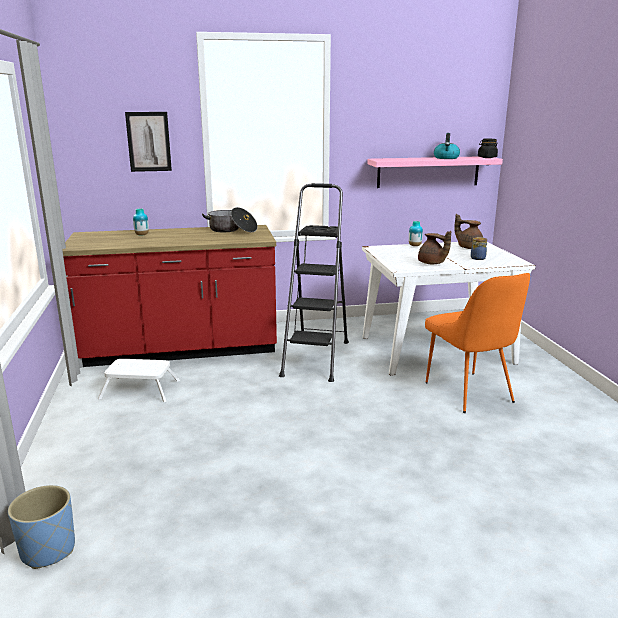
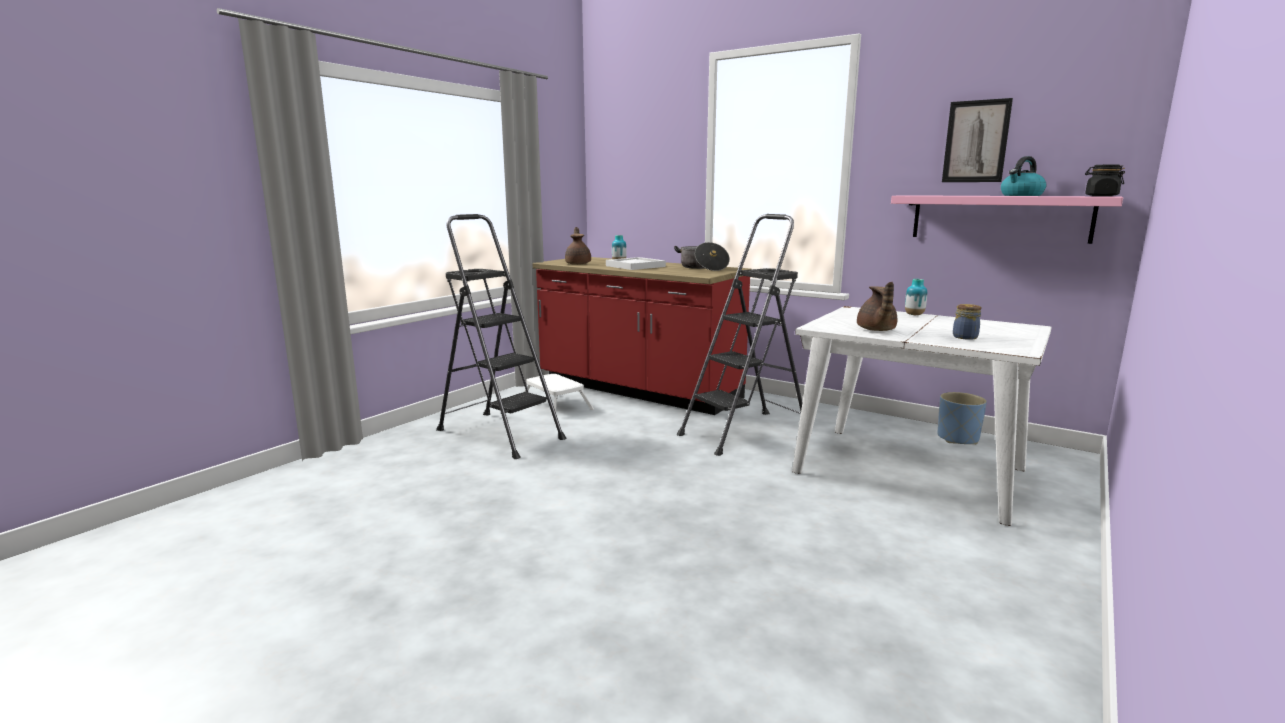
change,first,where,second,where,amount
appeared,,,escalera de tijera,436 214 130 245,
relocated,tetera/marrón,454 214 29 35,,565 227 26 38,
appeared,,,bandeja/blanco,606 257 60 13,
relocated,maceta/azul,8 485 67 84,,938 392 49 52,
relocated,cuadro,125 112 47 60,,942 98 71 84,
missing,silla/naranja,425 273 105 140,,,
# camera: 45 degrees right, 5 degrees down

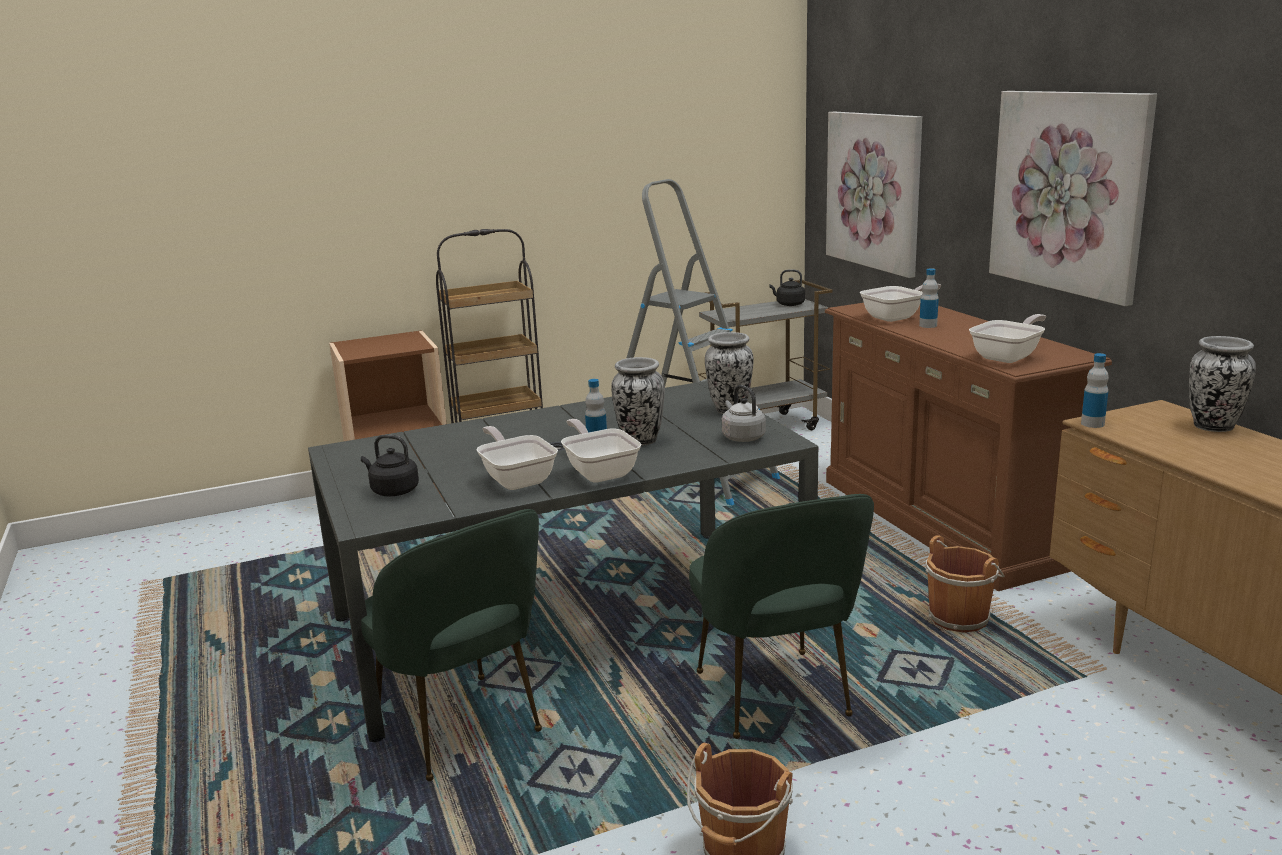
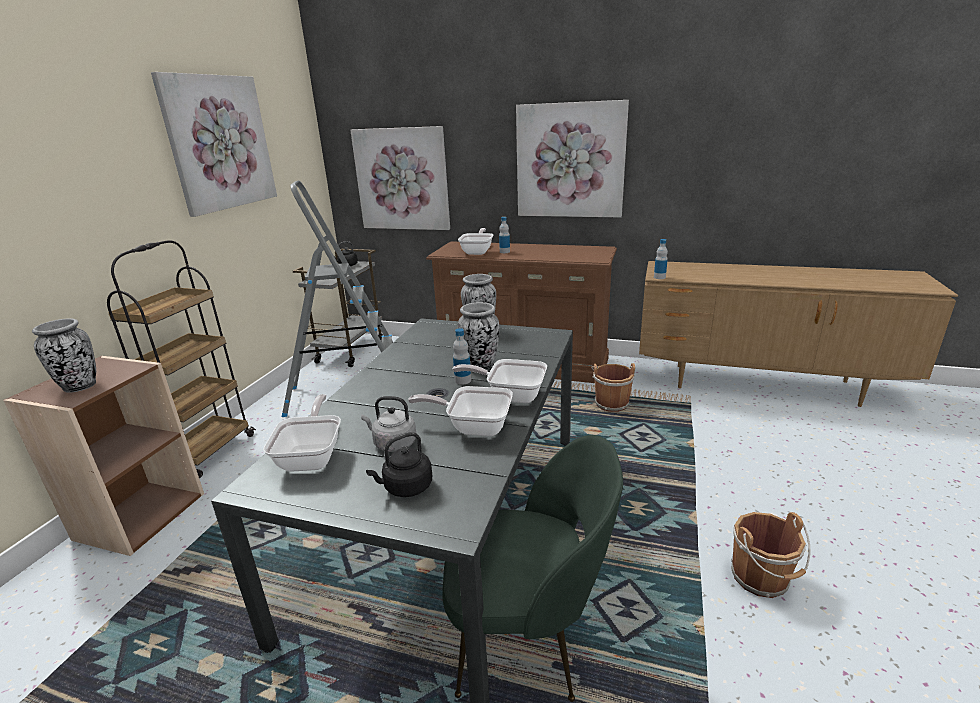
change,first,where,second,where,amount
relocated,florero,1189 336 67 96,,32 318 64 75,
appeared,,,cuadro,151 72 126 145,
relocated,sartén,969 314 77 49,,263 394 78 78,
relocated,hervidor/gris,722 385 44 57,,361 396 55 56,
missing,silla/verde,689 494 185 245,,,
# camera: 50 degrees left, 5 degrees up

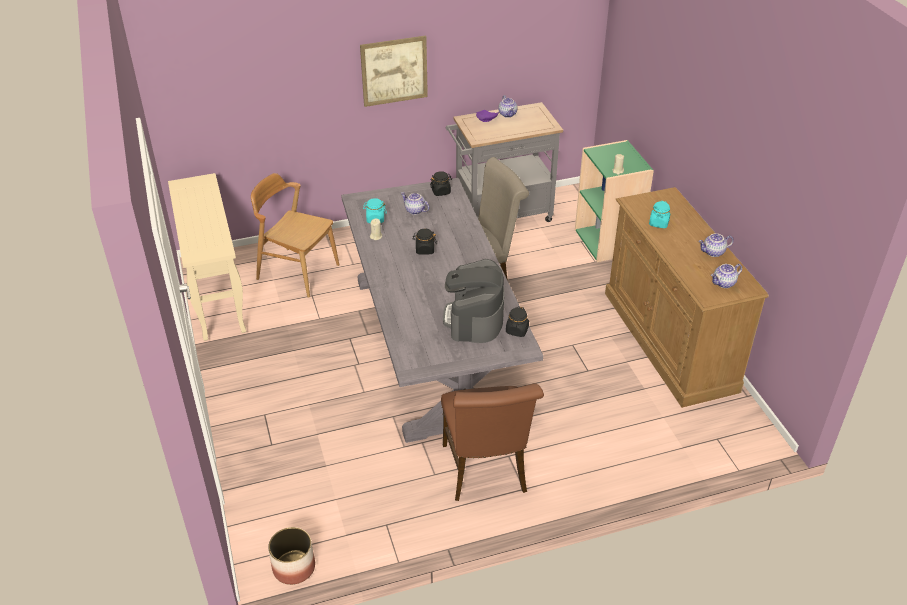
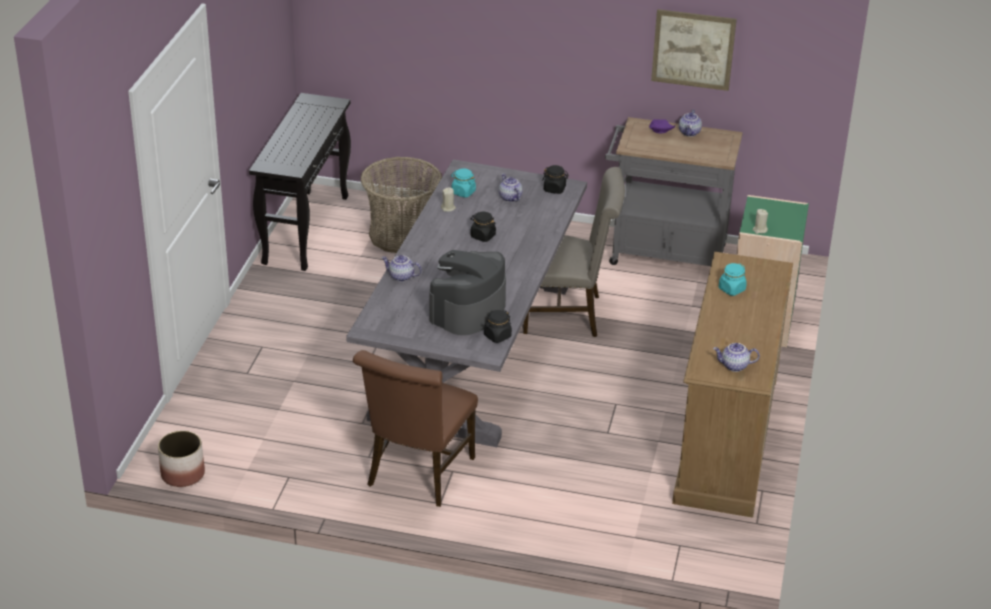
change,first,where,second,where,amount
colour,mesa consola/beis,168 173 78 168,mesa consola/negro,249 93 102 178,
exchanged,silla/marrón,251 173 88 125,cesta,361 156 81 97,
relocated,tetera,698 234 36 23,,381 255 41 27,
relocated,cuadro,360 35 68 72,,651 9 86 82,
# camera: 30 degrees right, 5 degrees down

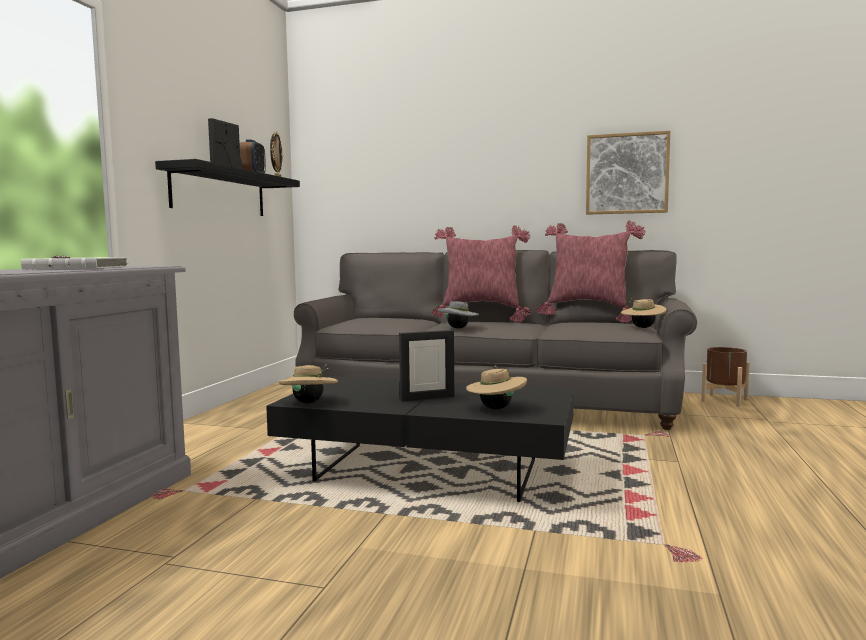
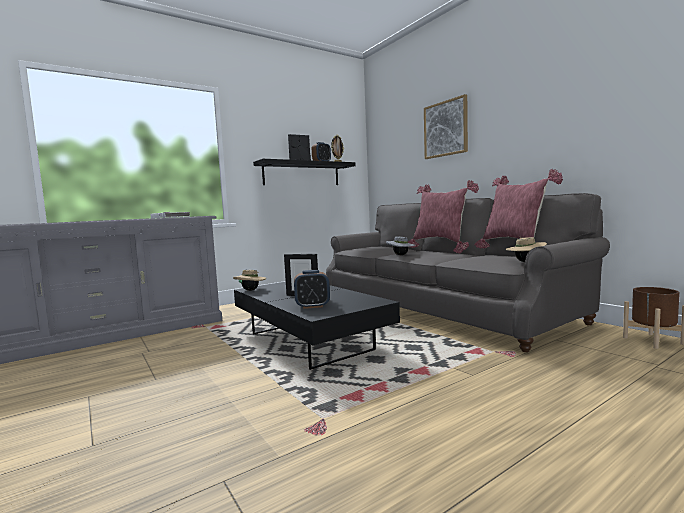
change,first,where,second,where,amount
exchanged,sombrero/beis,466 366 61 44,despertador,294 270 36 39,
relocated,cuadro,586 131 84 84,,424 94 44 65,
# camera: 40 degrees right, 0 degrees up

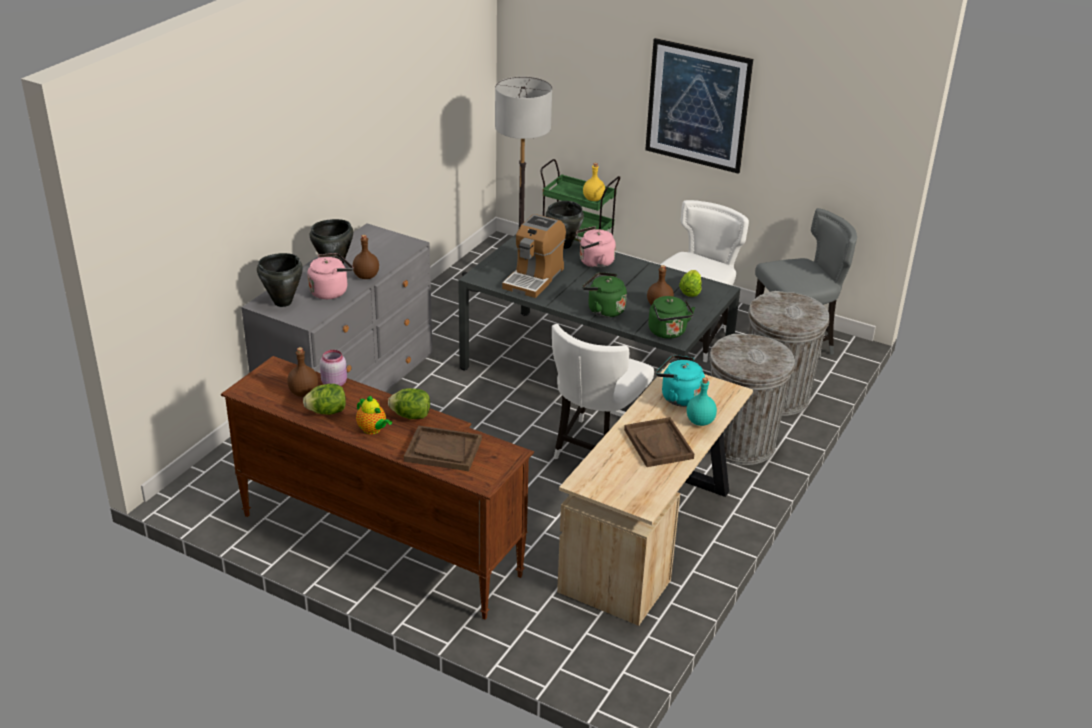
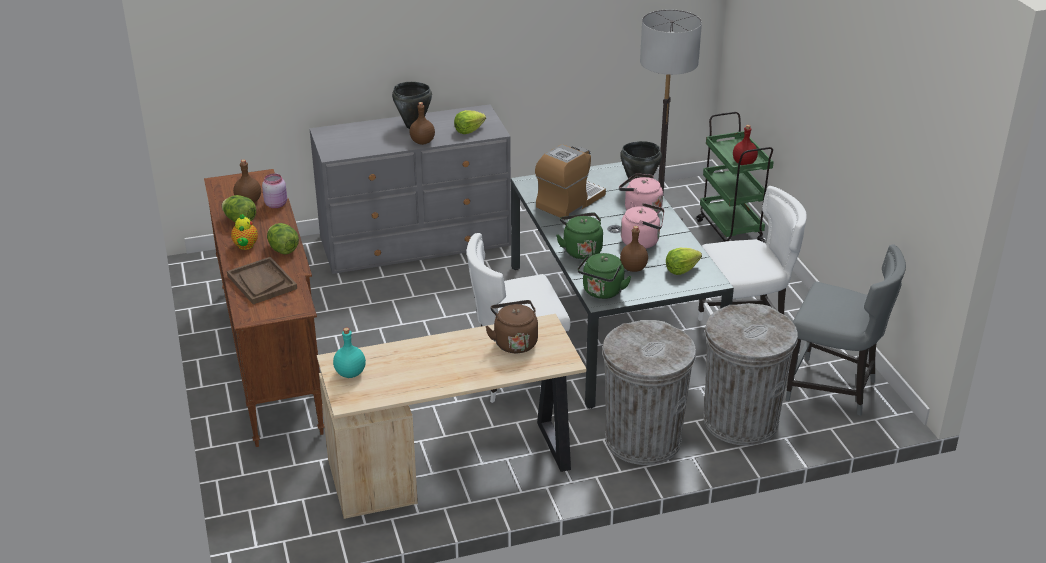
change,first,where,second,where,amount
relocated,botella/turquesa,687 377 30 49,,333 328 33 50,
appeared,,,lechuga,454 110 32 24,
colour,hervidor/turquesa,656 355 49 52,hervidor/marrón,485 300 53 53,
spun,cafetera,502 214 64 84,,535 144 71 74,150 degrees clockwise
relocated,hervidor/rosa,307 253 46 46,,621 203 43 46,
colour,botella/amarillo,583 163 22 38,botella/rojo,733 125 25 40,
missing,olla/negro,257 253 46 54,,,
missing,bandeja/marrón,624 417 70 50,,,
missing,cuadro,645 38 108 136,,,
# camera: 45 degrees right, 0 degrees up

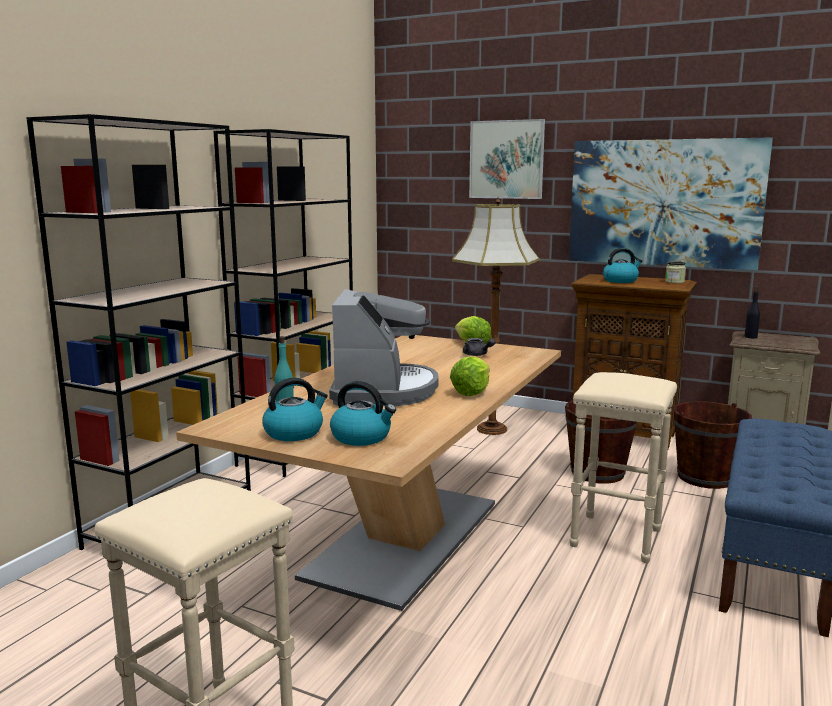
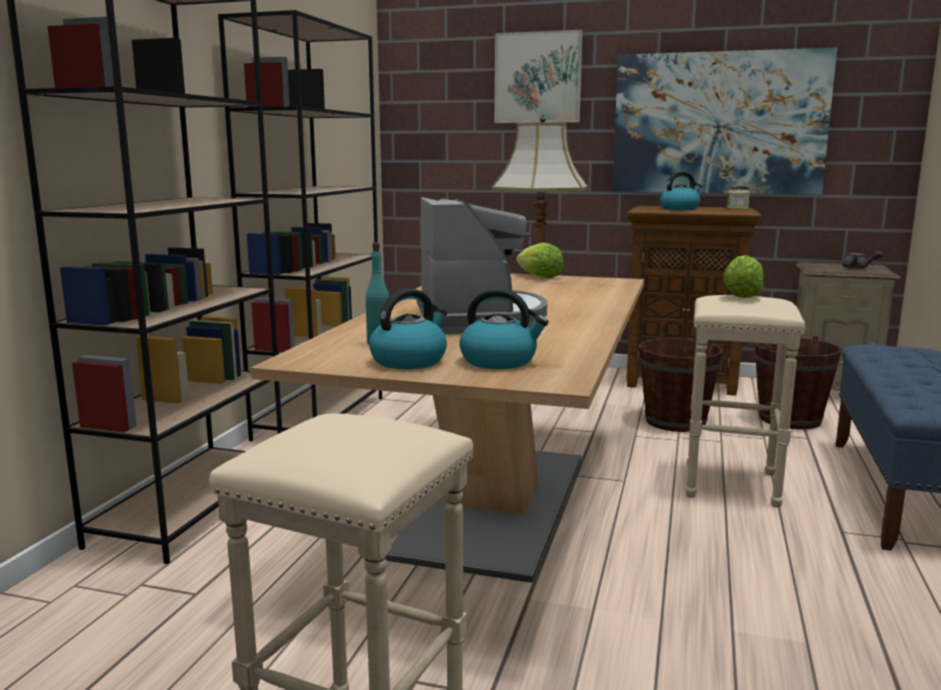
change,first,where,second,where,amount
relocated,lechuga,450 356 40 40,,723 255 41 43,
relocated,tetera/gris,463 338 32 18,,842 251 41 18,
missing,botella/negro,745 286 15 52,,,
# camera: 10 degrees left, 0 degrees up

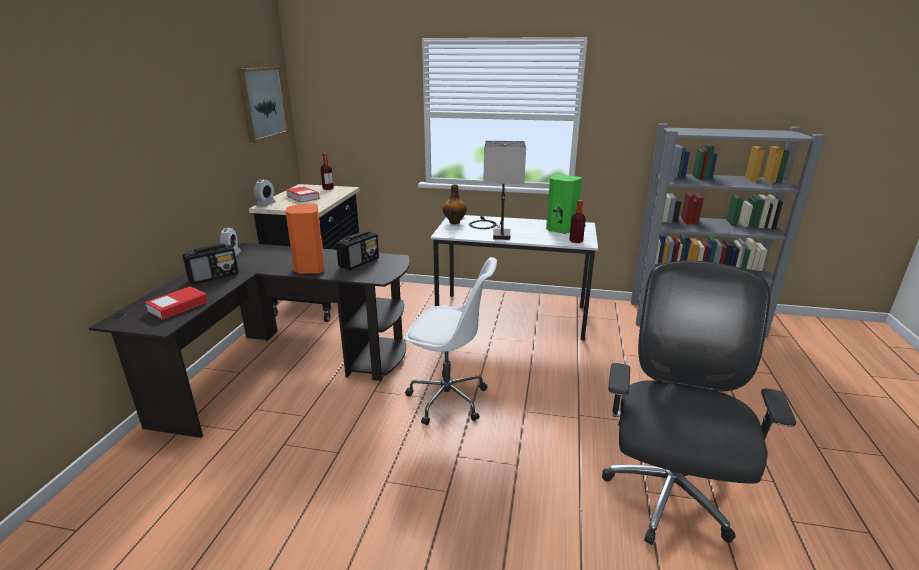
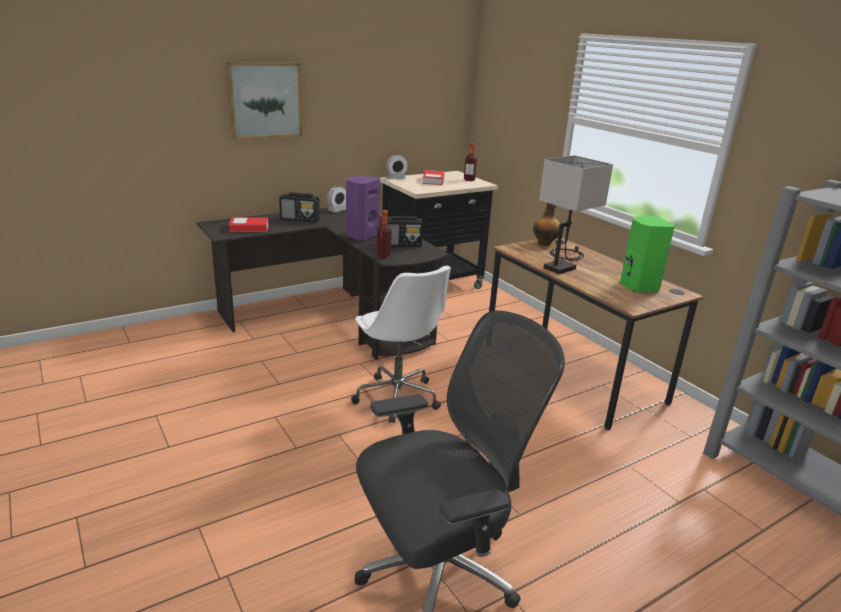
change,first,where,second,where,amount
relocated,cuadro,237 67 51 76,,226 61 76 79,
colour,altavoz/naranja,286 203 38 71,altavoz/morado,346 176 34 65,
relocated,botella,569 200 17 43,,377 210 14 48,
colour,escritorio/blanco,430 215 168 125,escritorio/marrón,489 237 215 193,
# camera: 45 degrees right, 0 degrees up

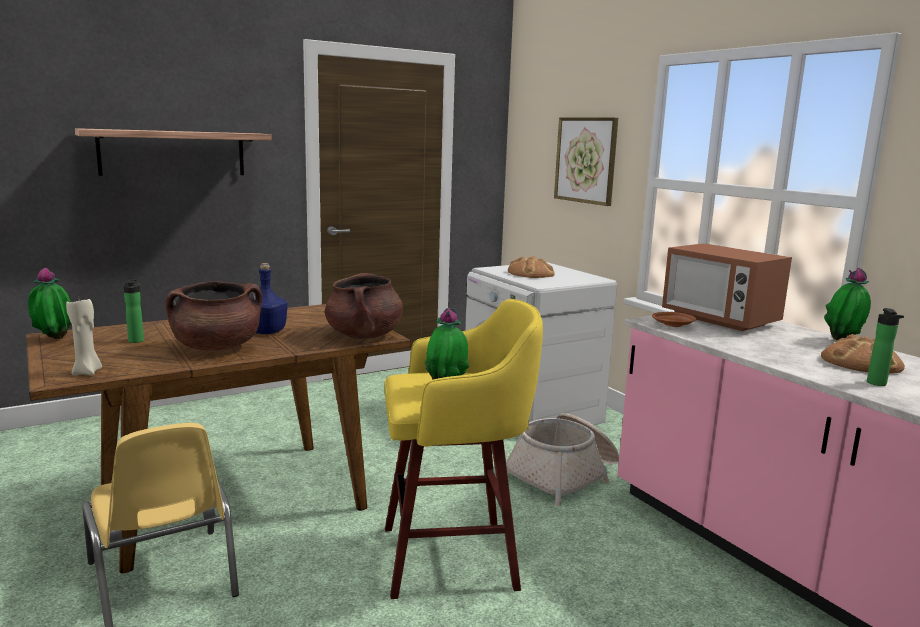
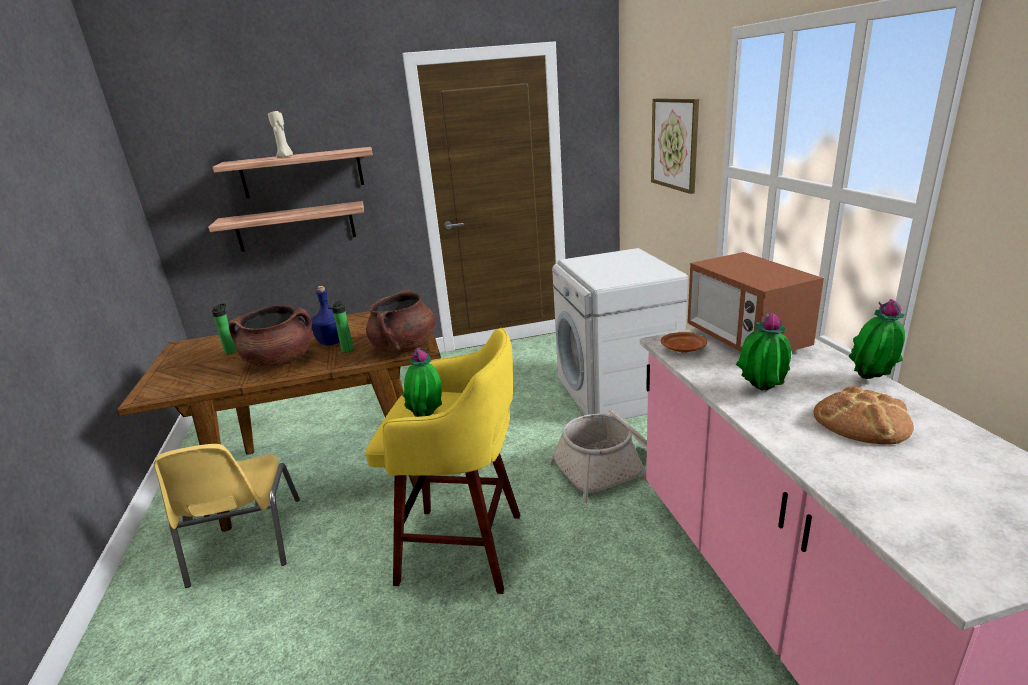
change,first,where,second,where,amount
appeared,,,estante,208 201 156 51,
relocated,vela/beis,66 299 36 77,,268 111 25 47,
relocated,botella,867 308 37 78,,328 301 26 52,
relocated,planta en maceta,28 268 43 71,,736 312 55 79,
missing,pan,508 256 47 22,,,
# camera: 20 degrees right, 10 degrees up

